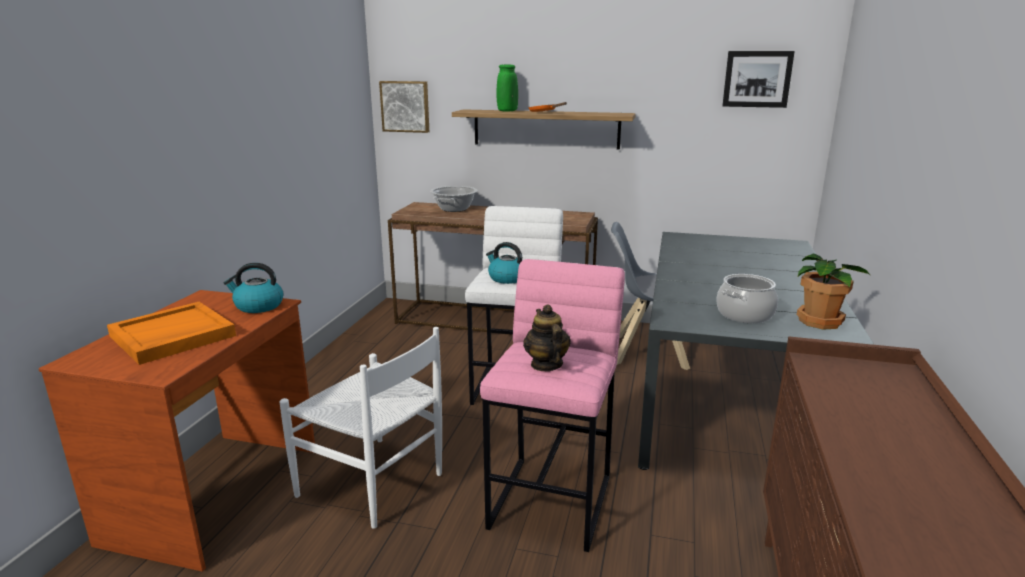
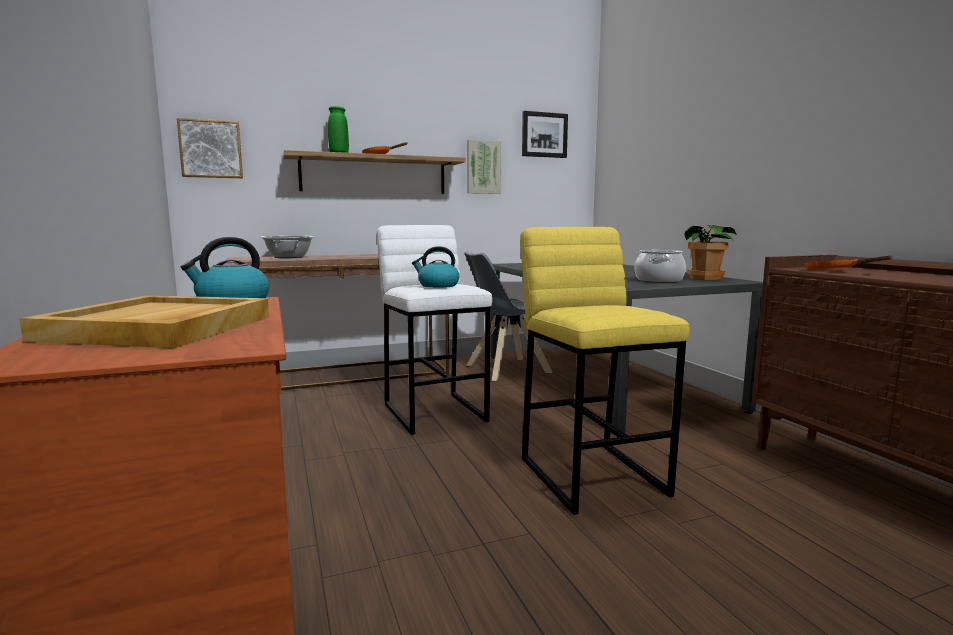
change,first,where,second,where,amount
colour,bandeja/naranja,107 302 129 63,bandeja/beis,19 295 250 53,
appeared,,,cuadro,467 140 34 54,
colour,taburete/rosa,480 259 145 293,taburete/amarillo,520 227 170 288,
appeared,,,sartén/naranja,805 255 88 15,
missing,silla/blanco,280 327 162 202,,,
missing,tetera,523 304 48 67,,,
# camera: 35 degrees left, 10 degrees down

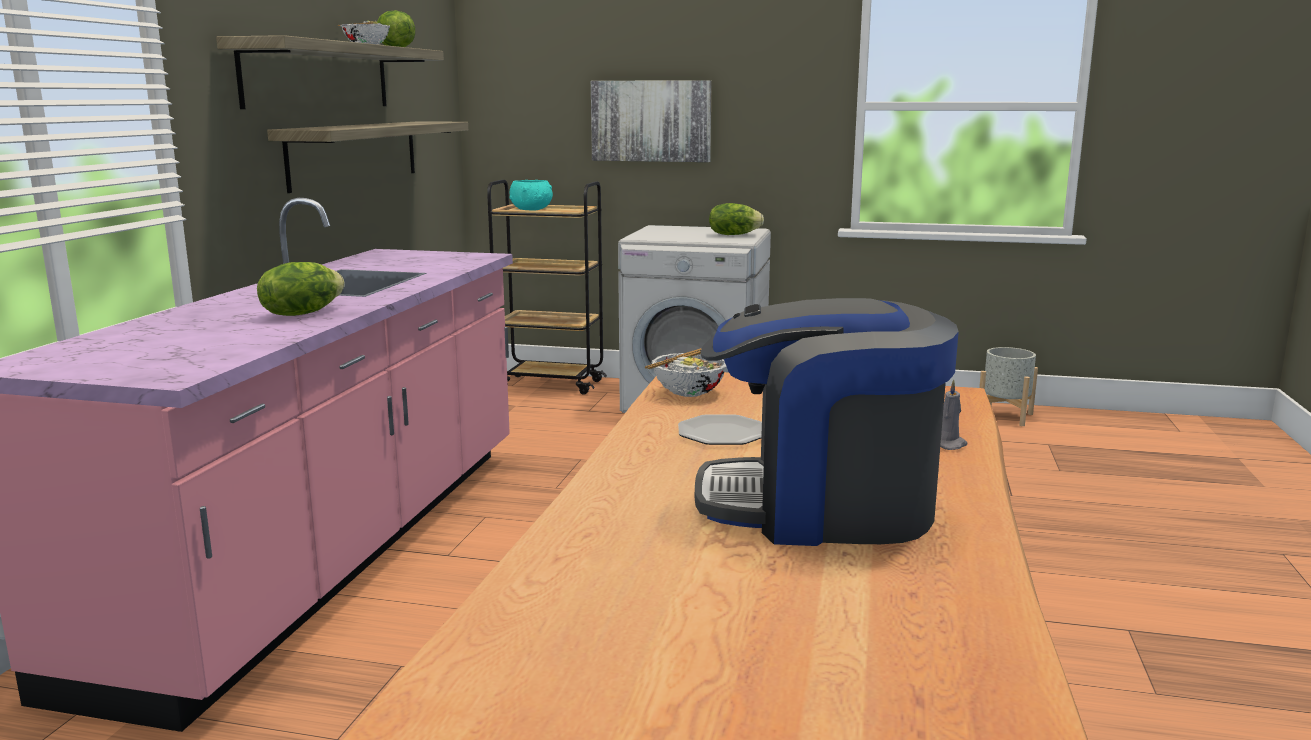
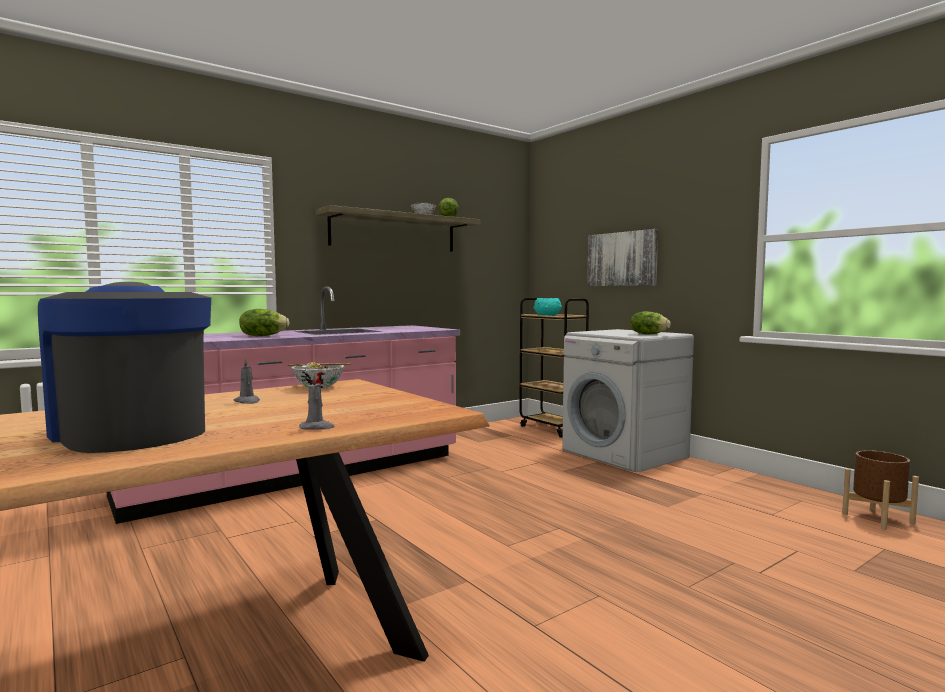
change,first,where,second,where,amount
exchanged,plato,678 415 84 30,vela/gris,234 357 26 47,
colour,maceta/gris,979 347 59 79,maceta/marrón,842 450 77 80,
missing,estante,267 121 201 72,,,
# camera: 40 degrees right, 10 degrees down

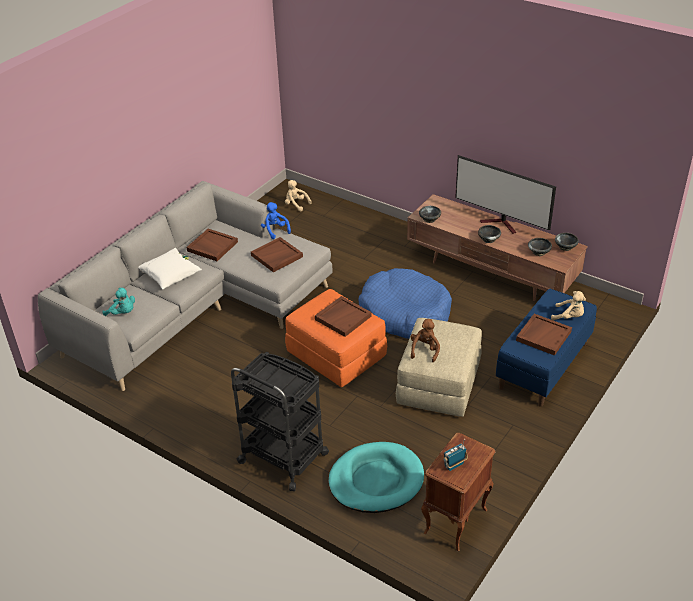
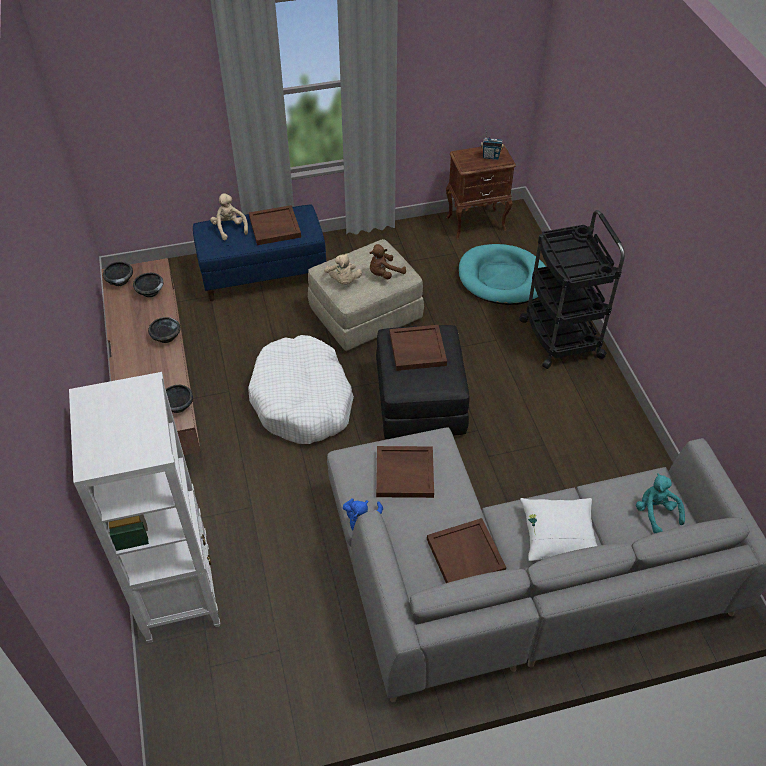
change,first,where,second,where,amount
appeared,,,estantería/blanco,69 372 151 271,
colour,cama para perro/azul,359 268 93 71,cama para perro/blanco,248 335 106 109,
relocated,peluche/beis,285 180 27 31,,324 254 38 31,
colour,puf/naranja,285 289 102 98,puf/negro,376 325 94 114,
missing,televisor,455 155 101 79,,,
# camera: 140 degrees left, 10 degrees up

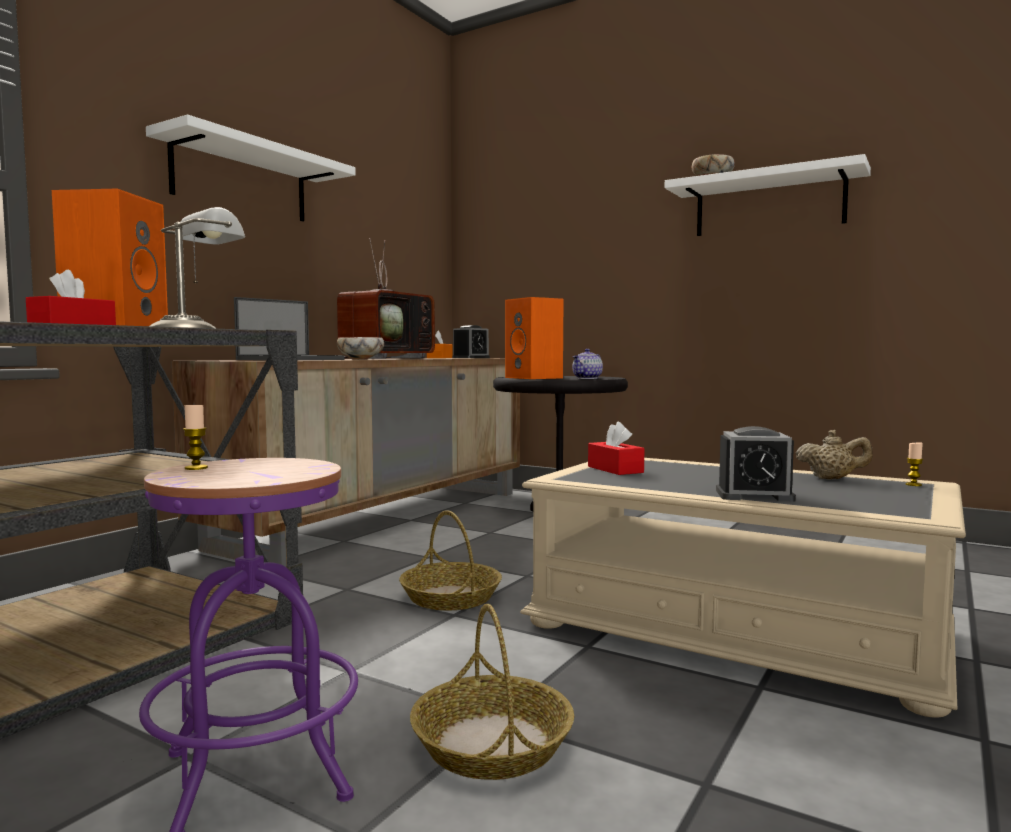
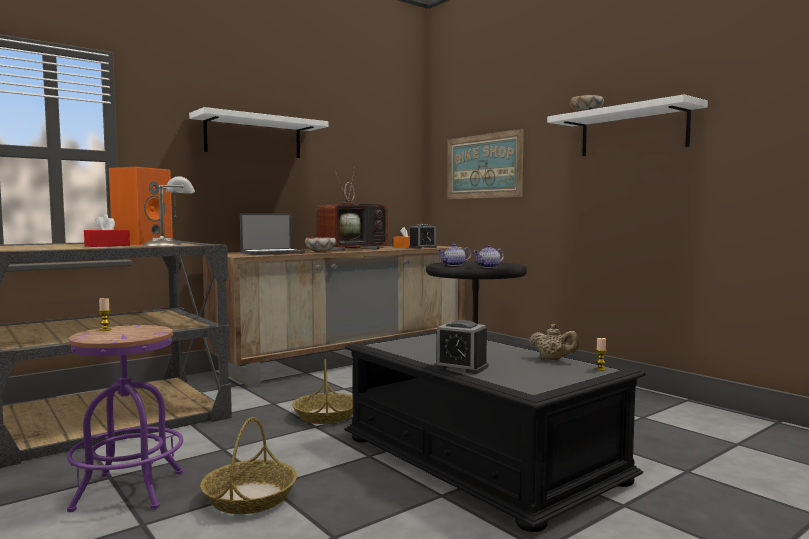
change,first,where,second,where,amount
colour,mesa de centro/beis,520 458 446 260,mesa de centro/negro,345 331 301 201,
exchanged,altavoz/naranja,505 297 58 82,tetera,438 244 33 22,
appeared,,,cuadro,447 129 77 70,
missing,caja de pañuelos/rojo,588 422 56 53,,,
# camera: 20 degrees right, 0 degrees up

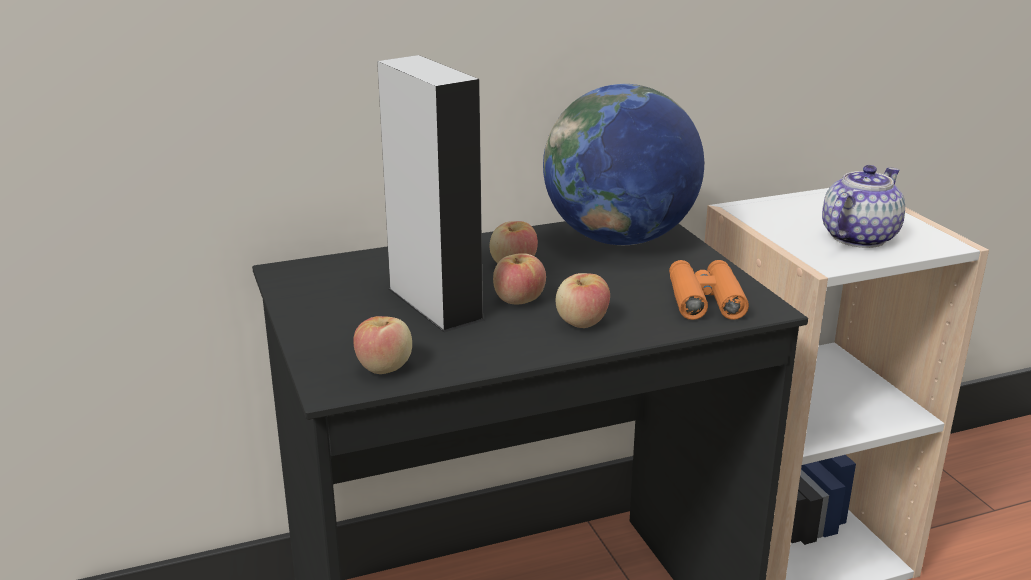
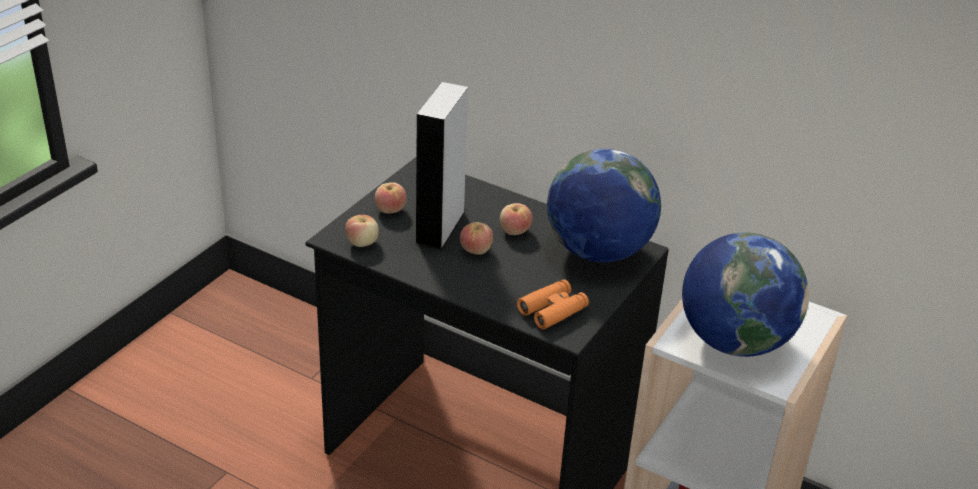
change,first,where,second,where,amount
relocated,manzana,556 273 54 55,,375 182 32 32,
exchanged,tetera,822 165 83 83,globo terráqueo,682 232 127 125,
# camera: 50 degrees right, 10 degrees up

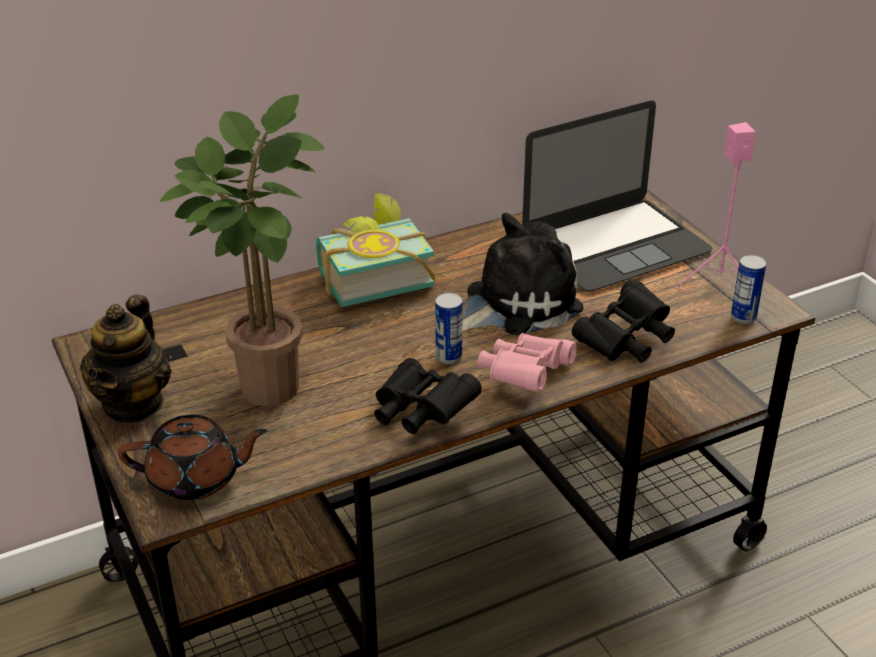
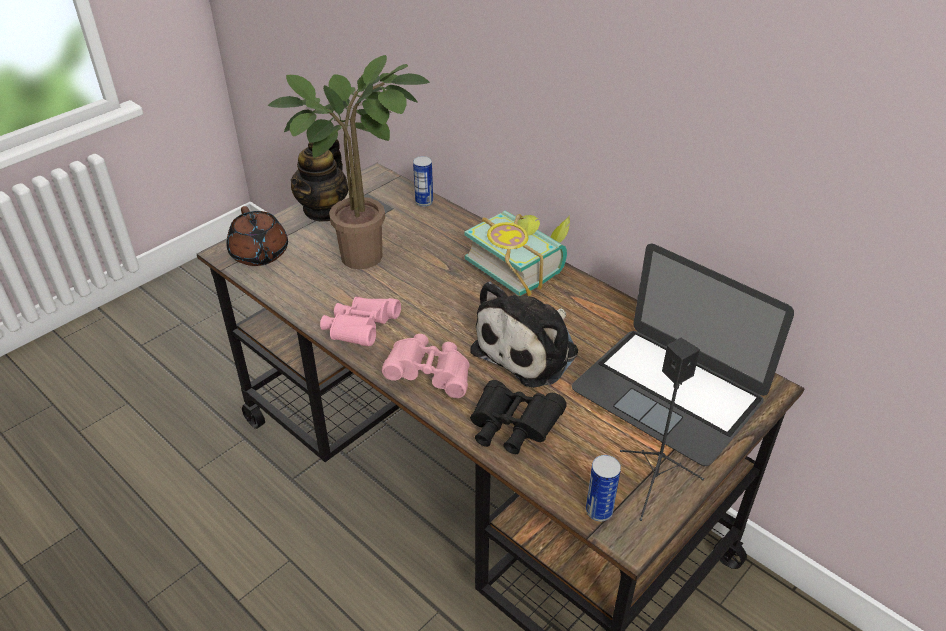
change,first,where,second,where,amount
spun,tetera,80 294 91 129,,291 139 58 82,60 degrees counterclockwise
colour,prismáticos/negro,374 358 108 76,prismáticos/rosa,320 297 81 49,
relocated,lata,435 292 28 72,,413 156 20 51,
spun,peluche,462 213 121 122,,470 281 108 107,90 degrees clockwise
colour,altavoz/rosa,676 122 79 167,altavoz/negro,620 338 84 183,
# camera: 70 degrees right, 5 degrees up

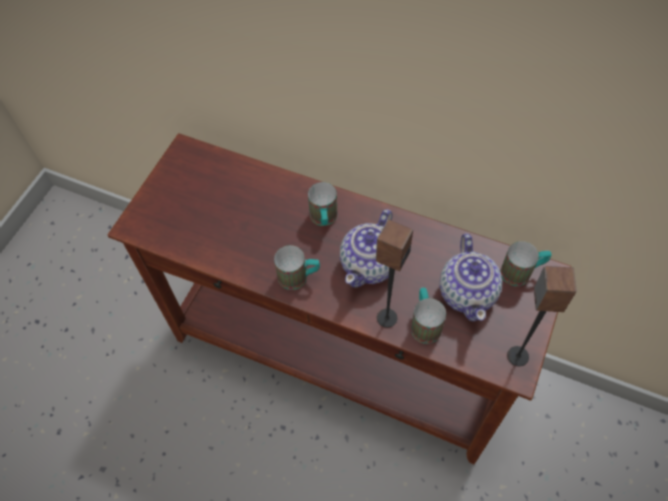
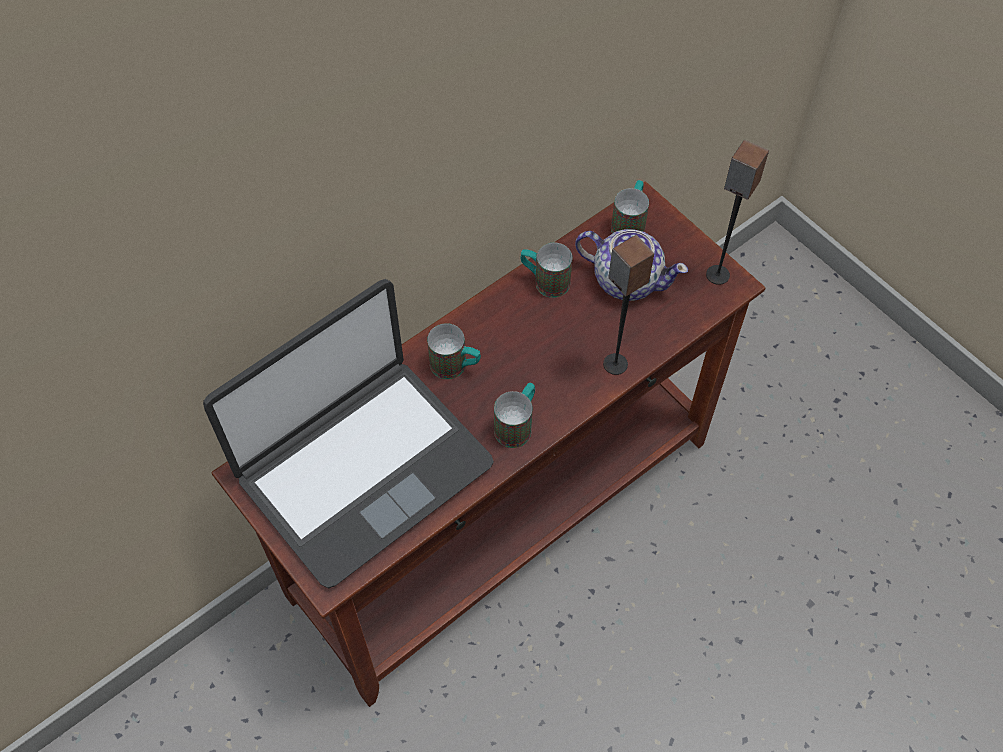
change,first,where,second,where,amount
appeared,,,portátil,203 279 291 309,
relocated,taza grande,411 287 35 57,,520 243 52 55,
missing,tetera,340 209 53 79,,,
# camera: 65 degrees left, 0 degrees up

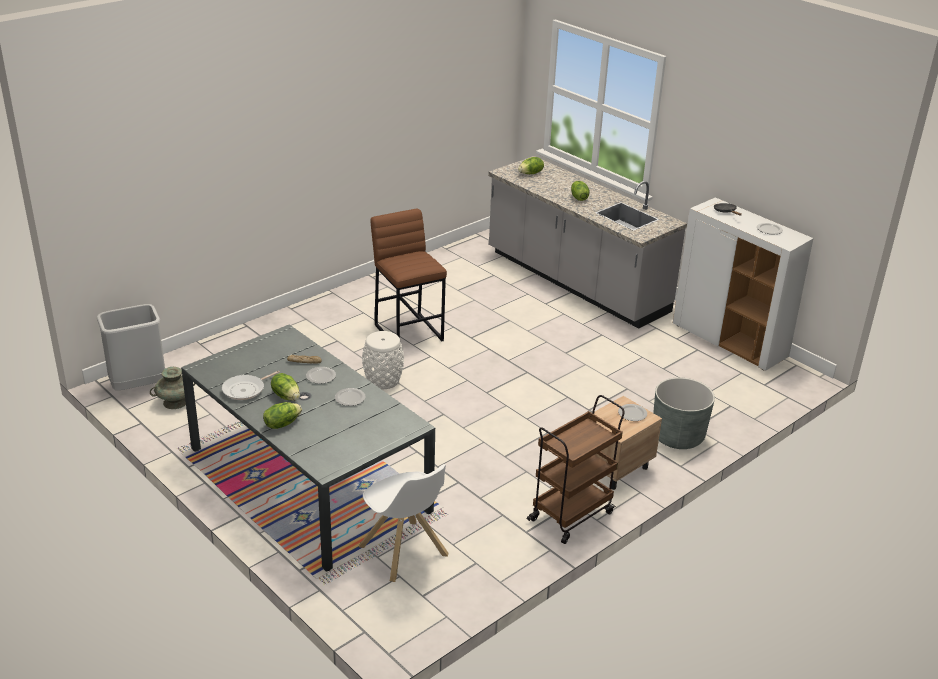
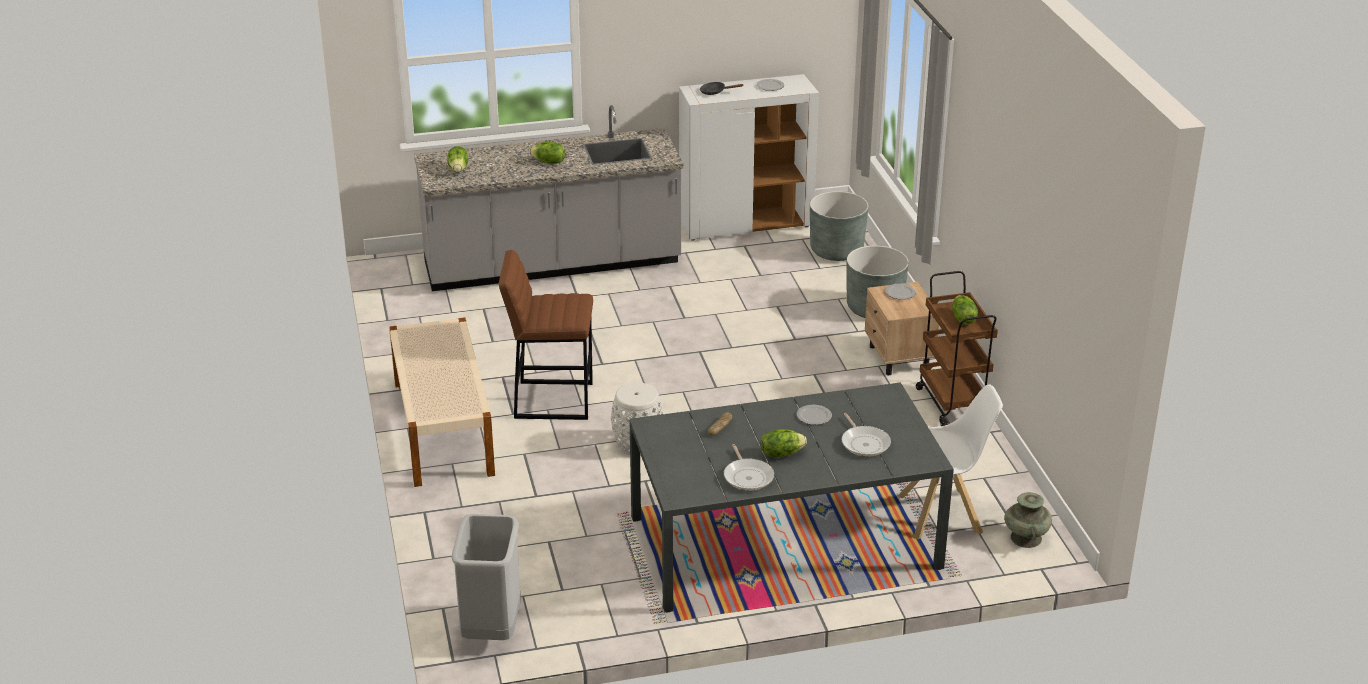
change,first,where,second,where,amount
appeared,,,banco/beis,389 317 106 170,
appeared,,,maceta/gris,810 191 59 70,
appeared,,,sartén,841 413 50 43,
relocated,lechuga,263 402 39 27,,952 295 26 30,
relocated,florero/turquesa,150 367 45 42,,1004 492 48 56,
missing,plato,306 367 30 17,,,
# camera: 60 degrees left, 0 degrees up

